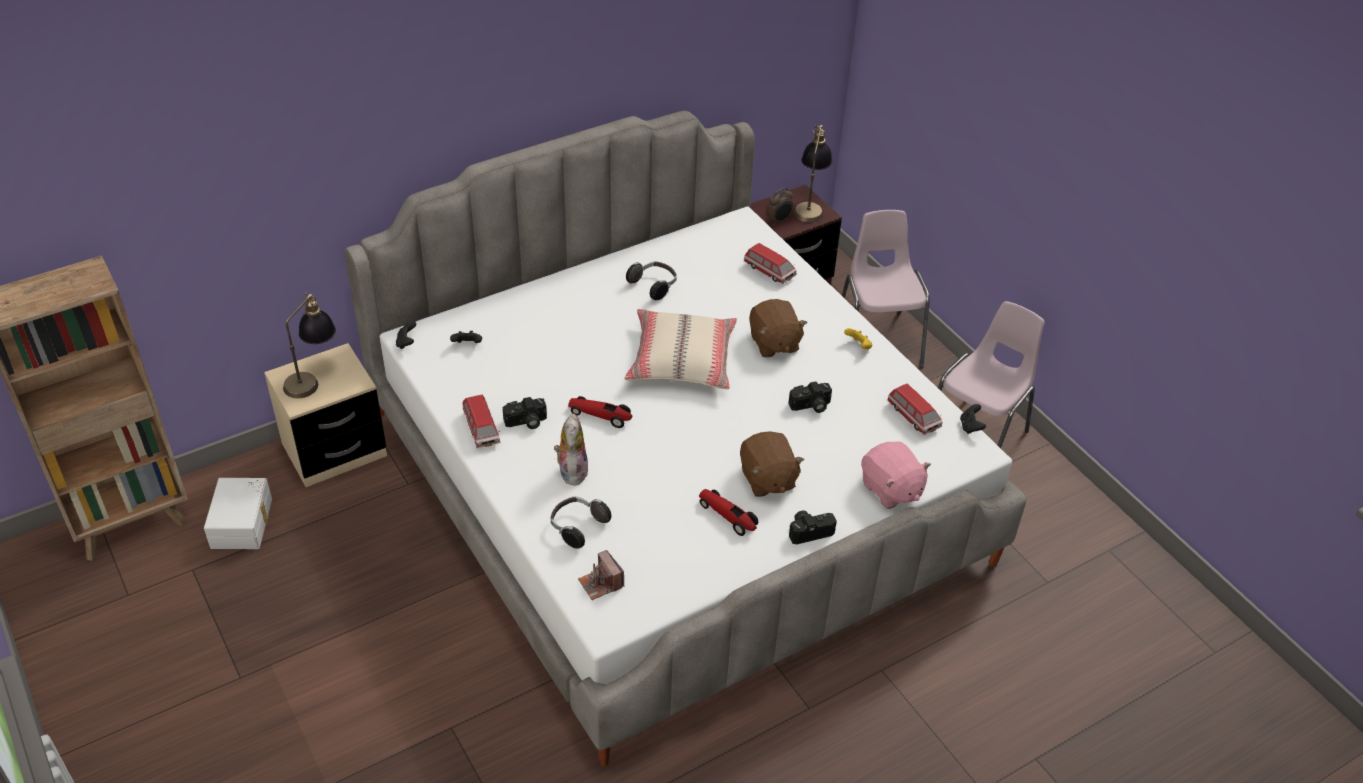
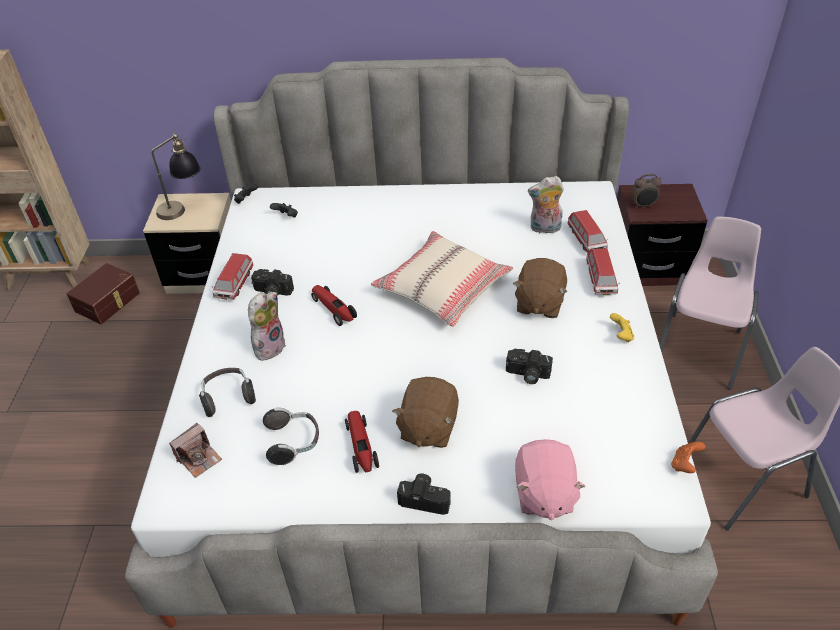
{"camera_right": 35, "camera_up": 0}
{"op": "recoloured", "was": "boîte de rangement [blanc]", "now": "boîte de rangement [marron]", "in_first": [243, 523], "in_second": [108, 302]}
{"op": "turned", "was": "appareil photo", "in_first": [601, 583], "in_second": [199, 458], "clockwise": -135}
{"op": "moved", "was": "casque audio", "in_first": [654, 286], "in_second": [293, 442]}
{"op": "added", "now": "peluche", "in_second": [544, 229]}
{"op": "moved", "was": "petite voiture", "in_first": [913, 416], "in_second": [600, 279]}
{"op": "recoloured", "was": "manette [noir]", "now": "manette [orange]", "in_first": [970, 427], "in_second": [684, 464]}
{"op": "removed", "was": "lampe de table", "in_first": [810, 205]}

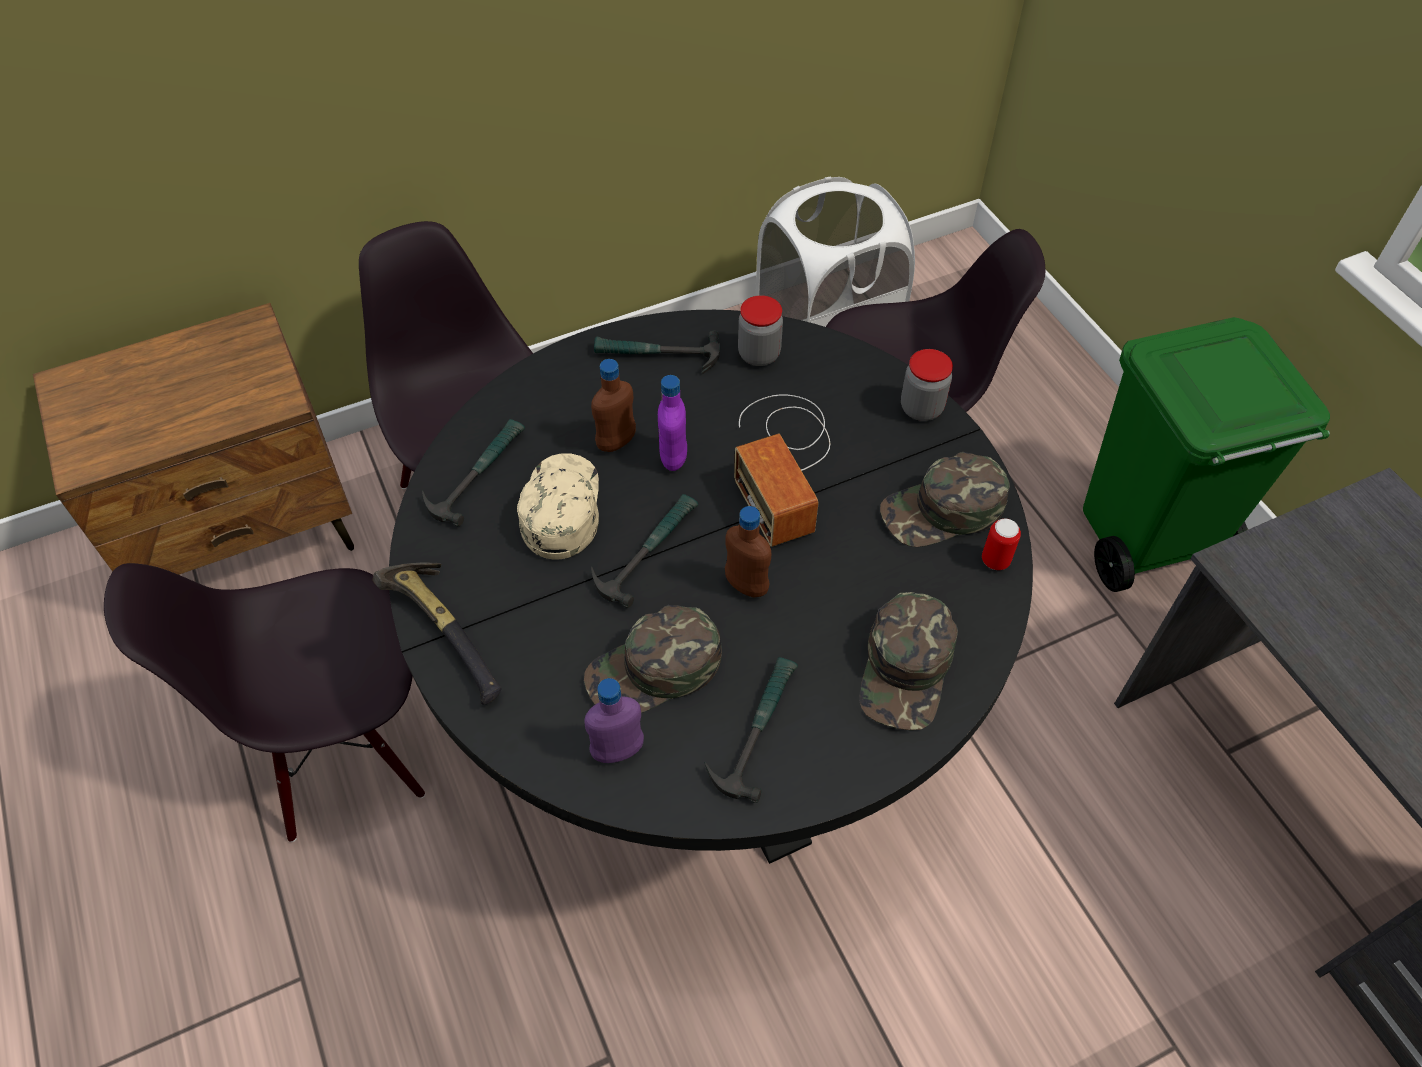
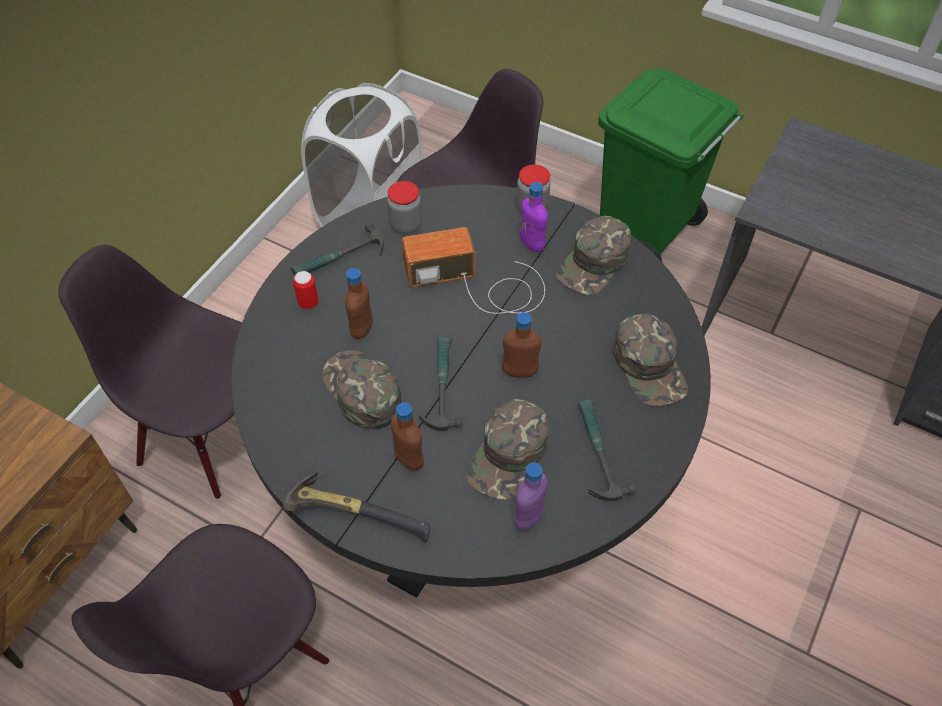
{"camera_right": -35, "camera_up": 0}
{"op": "moved", "was": "boîte métallique", "in_first": [995, 560], "in_second": [308, 302]}
{"op": "recoloured", "was": "casquette [beige]", "now": "casquette [vert]", "in_first": [560, 508], "in_second": [361, 391]}
{"op": "added", "now": "bouteille [marron]", "in_second": [409, 459]}
{"op": "turned", "was": "radio", "in_first": [784, 462], "in_second": [479, 284], "clockwise": 135}
{"op": "moved", "was": "bouteille [violet]", "in_first": [673, 458], "in_second": [532, 244]}
{"op": "removed", "was": "marteau", "in_first": [477, 473]}

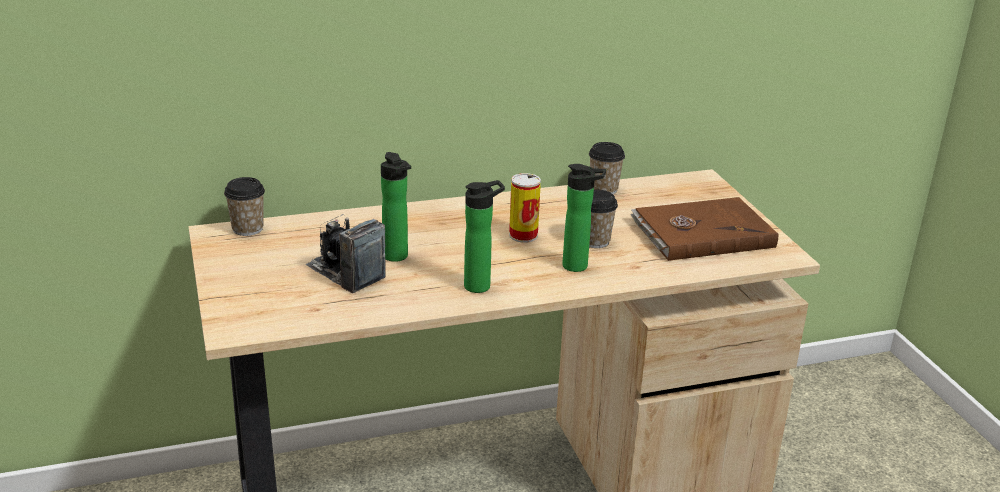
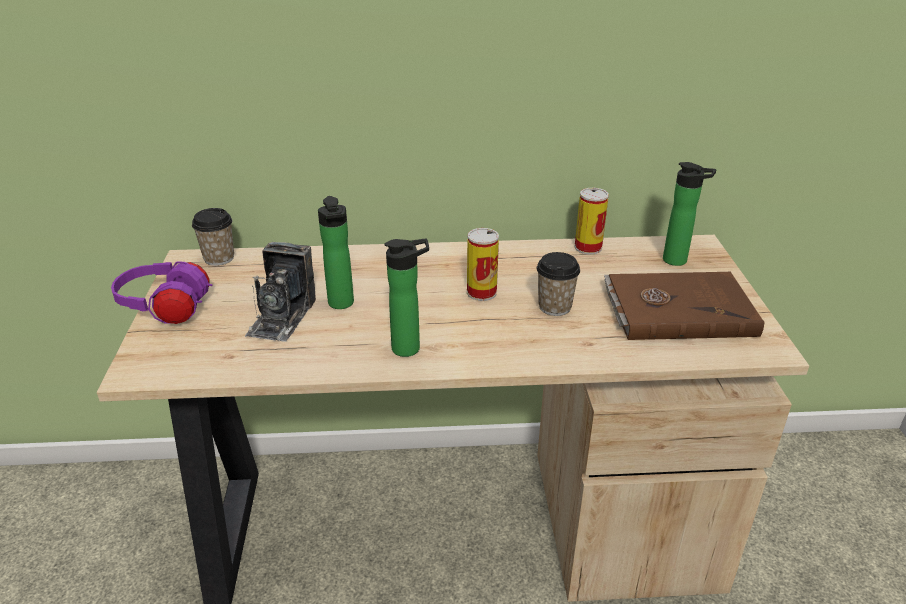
{"camera_right": 15, "camera_up": 5}
{"op": "added", "now": "casque audio [violet]", "in_second": [167, 310]}
{"op": "turned", "was": "appareil photo", "in_first": [346, 273], "in_second": [282, 317], "clockwise": -135}
{"op": "replaced", "was": "tasse", "now": "boîte métallique", "in_first": [603, 189], "in_second": [588, 247]}
{"op": "moved", "was": "bouteille", "in_first": [579, 266], "in_second": [678, 261]}

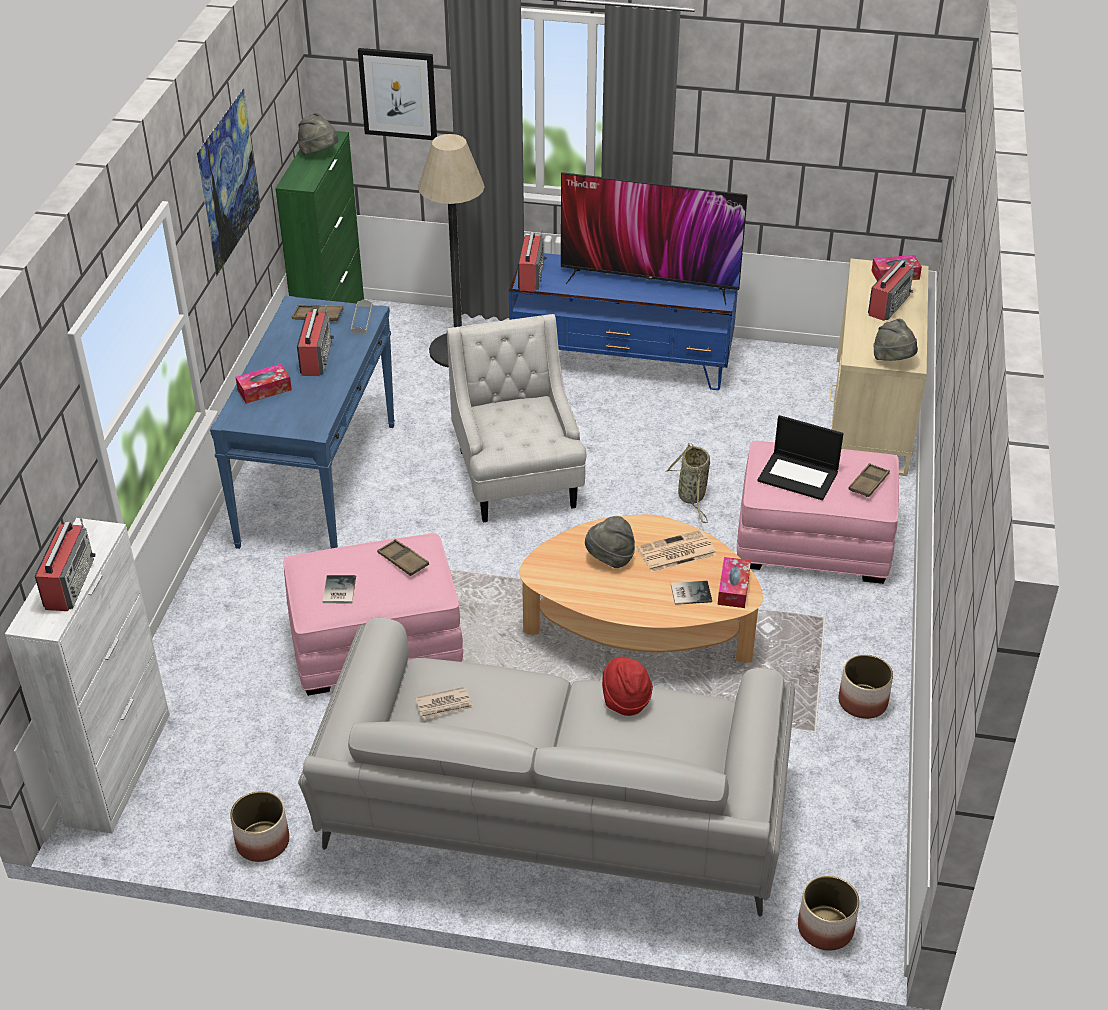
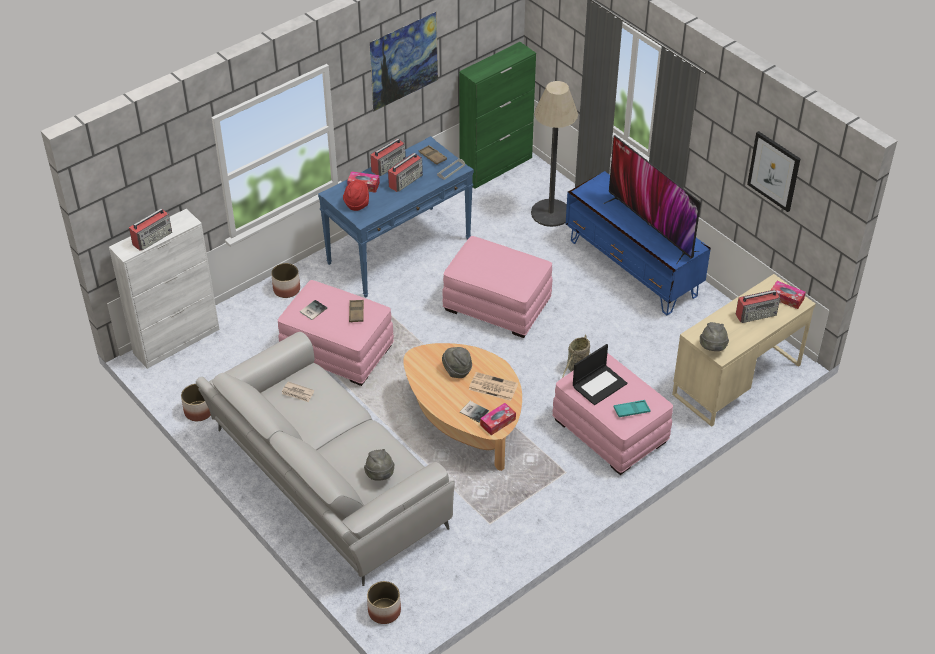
{"camera_right": 40, "camera_up": 5}
{"op": "moved", "was": "cache-pot", "in_first": [863, 702], "in_second": [287, 289]}
{"op": "moved", "was": "chapeau [rouge]", "in_first": [625, 700], "in_second": [357, 203]}
{"op": "moved", "was": "chapeau [gris]", "in_first": [319, 154], "in_second": [380, 475]}
{"op": "moved", "was": "radio", "in_first": [531, 276], "in_second": [389, 165]}
{"op": "replaced", "was": "fauteuil [blanc]", "now": "pouf [rose]", "in_first": [517, 480], "in_second": [497, 305]}
{"op": "turned", "was": "ordinateur portable", "in_first": [799, 476], "in_second": [599, 384], "clockwise": -105}
{"op": "recoloured", "was": "plateau [marron]", "now": "plateau [turquoise]", "in_first": [868, 483], "in_second": [631, 410]}
{"op": "moved", "was": "tableau", "in_first": [398, 93], "in_second": [774, 171]}

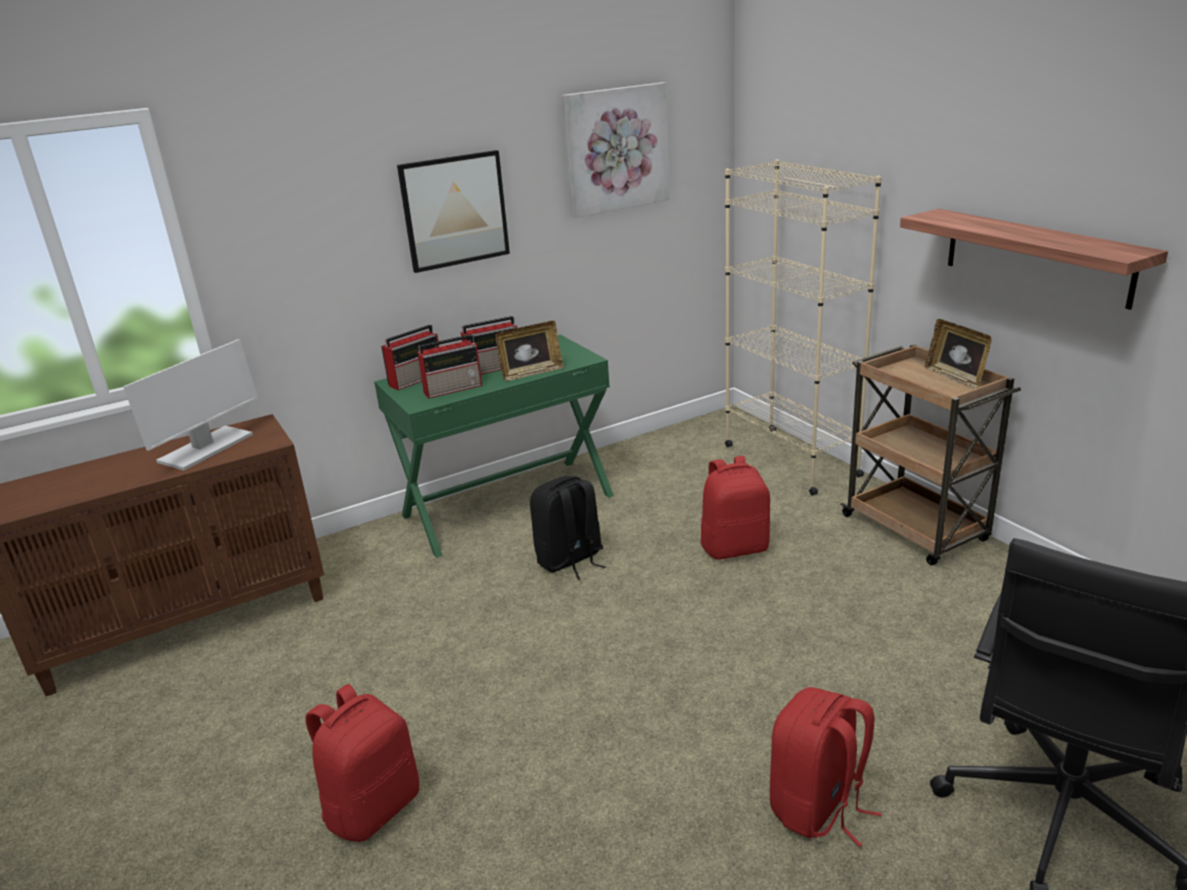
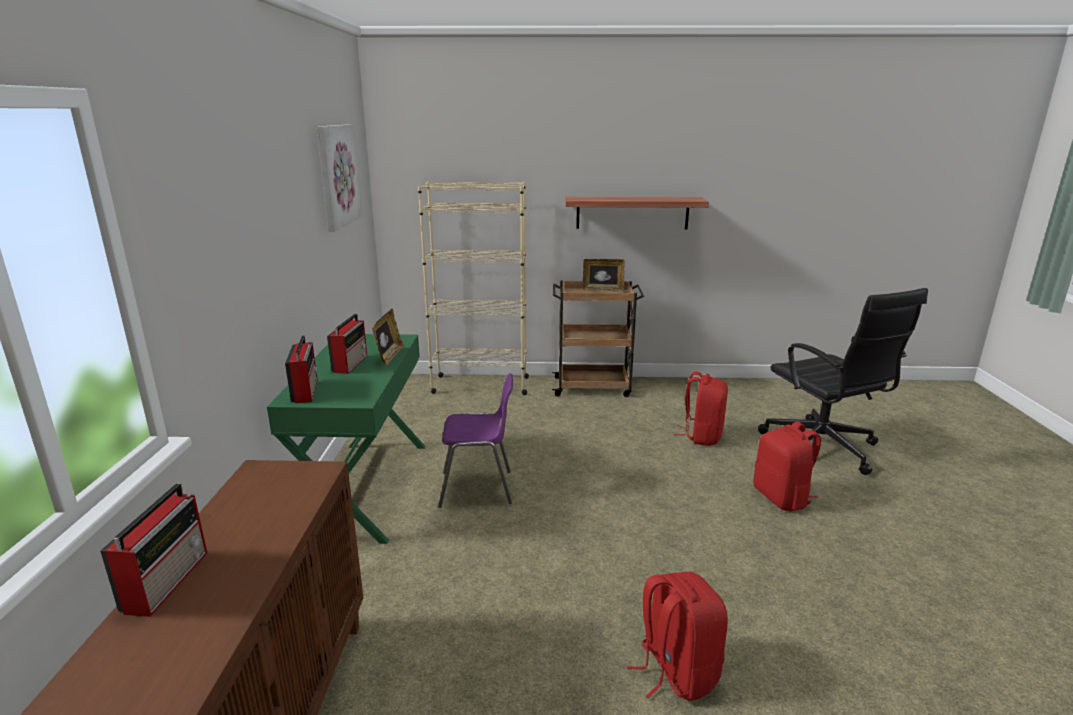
{"camera_right": -60, "camera_up": -5}
{"op": "moved", "was": "radio", "in_first": [454, 388], "in_second": [168, 579]}
{"op": "replaced", "was": "sac à dos [noir]", "now": "chaise [violet]", "in_first": [570, 560], "in_second": [478, 488]}
{"op": "moved", "was": "sac à dos [rouge]", "in_first": [735, 547], "in_second": [701, 436]}
{"op": "removed", "was": "écran d'ordinateur", "in_first": [205, 449]}
{"op": "removed", "was": "tableau", "in_first": [454, 211]}

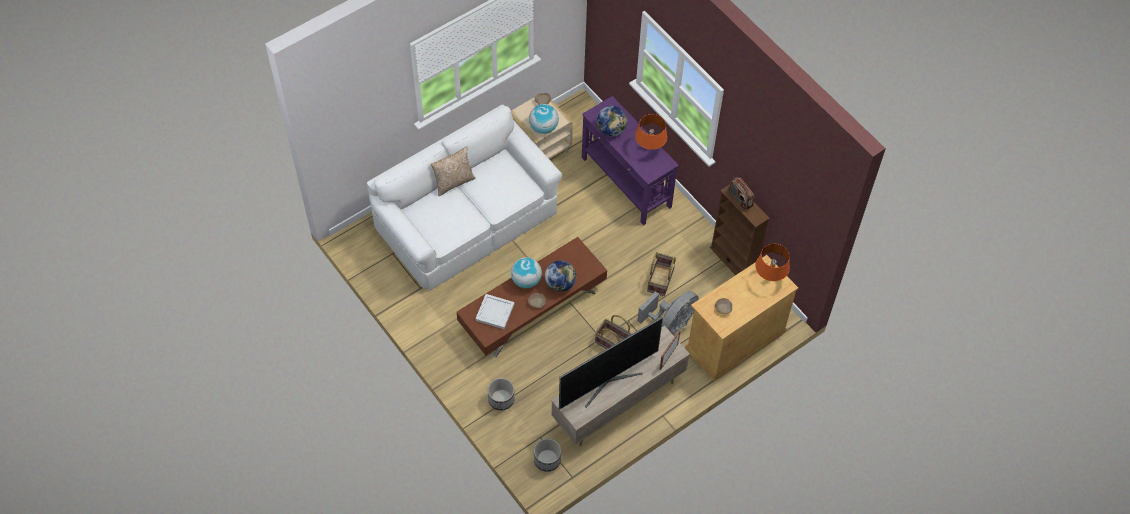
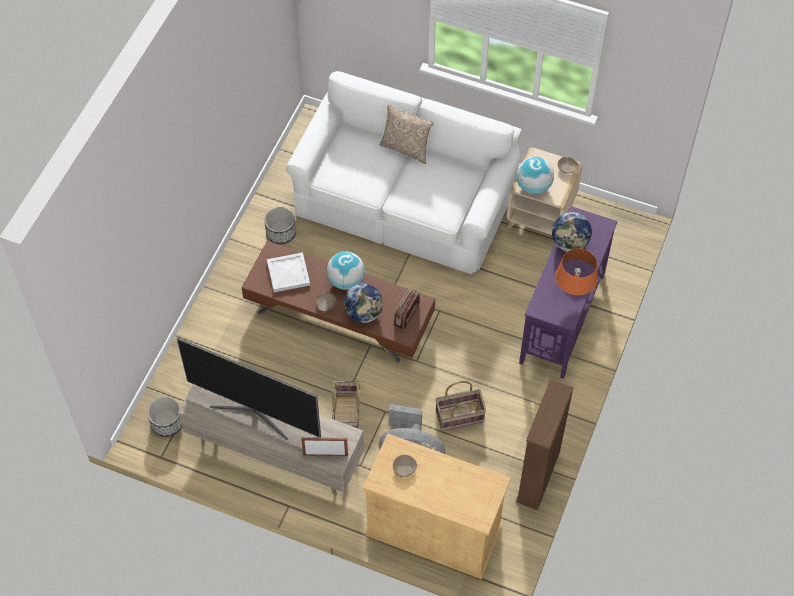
{"camera_right": 60, "camera_up": 0}
{"op": "moved", "was": "cache-pot", "in_first": [501, 399], "in_second": [281, 233]}
{"op": "moved", "was": "radio", "in_first": [740, 199], "in_second": [406, 315]}
{"op": "removed", "was": "lampe de table [orange]", "in_first": [769, 278]}

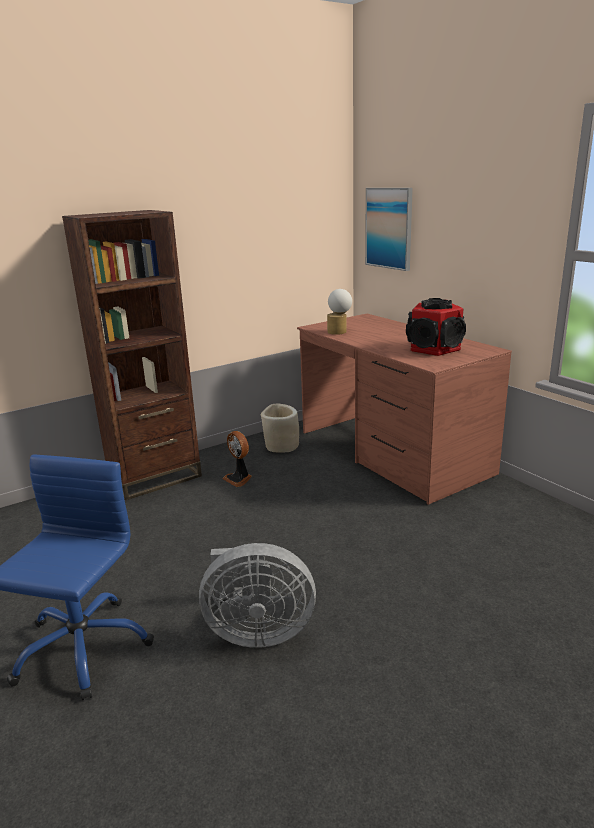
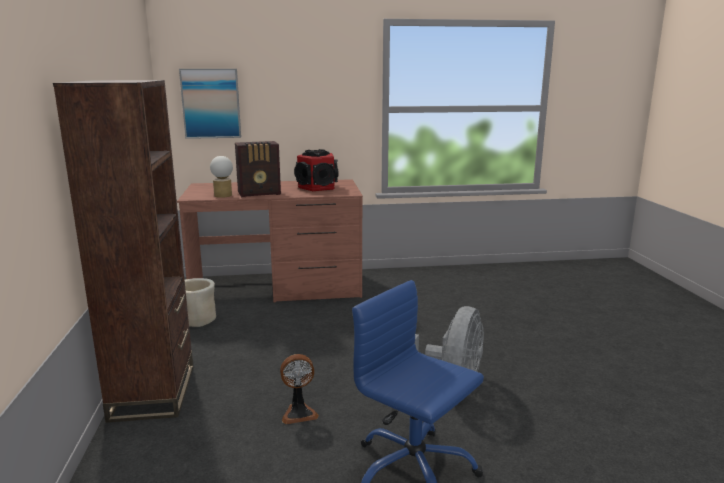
{"camera_right": -65, "camera_up": -5}
{"op": "added", "now": "radio", "in_second": [260, 193]}
{"op": "moved", "was": "ventilateur", "in_first": [239, 479], "in_second": [299, 413]}

